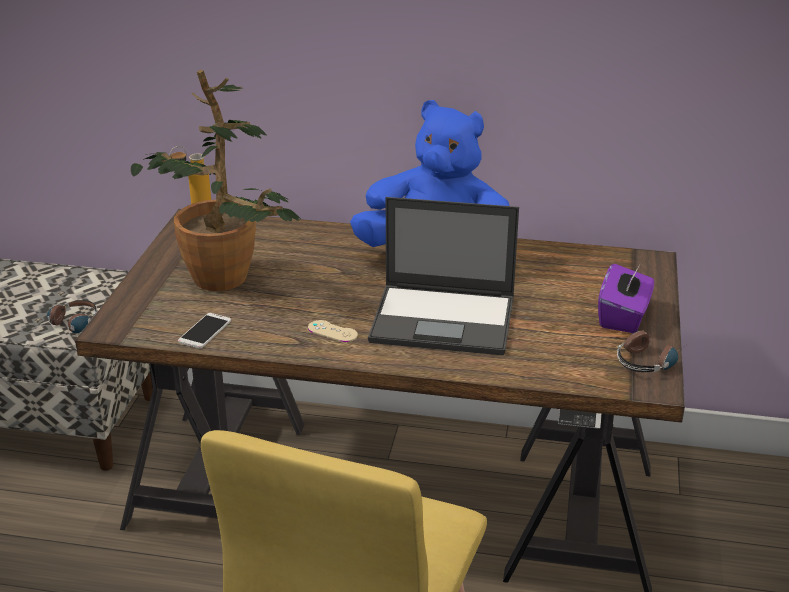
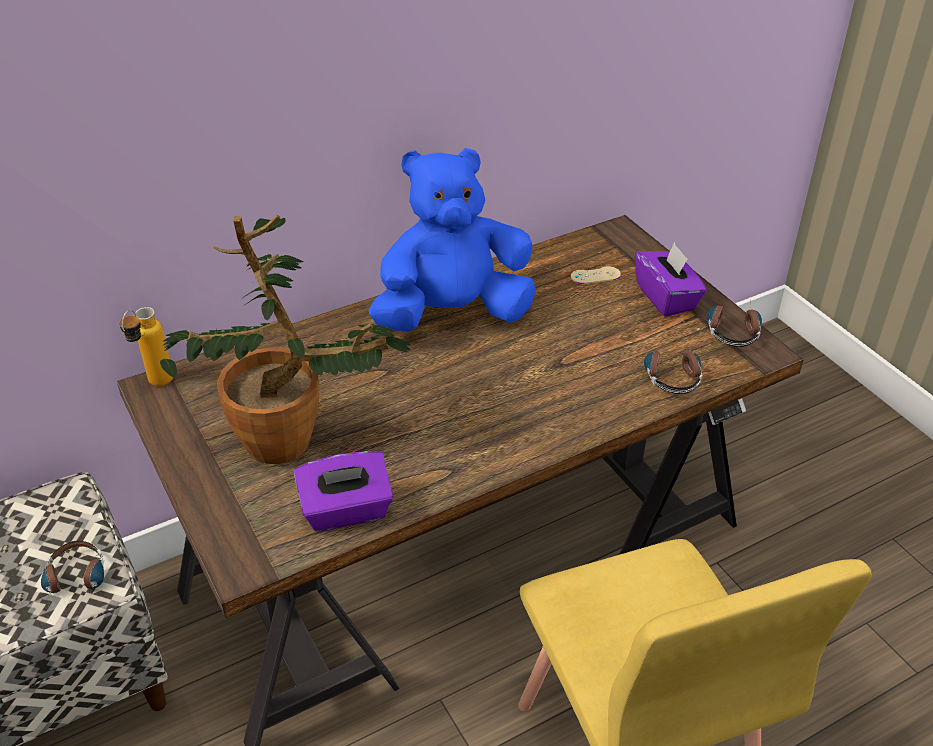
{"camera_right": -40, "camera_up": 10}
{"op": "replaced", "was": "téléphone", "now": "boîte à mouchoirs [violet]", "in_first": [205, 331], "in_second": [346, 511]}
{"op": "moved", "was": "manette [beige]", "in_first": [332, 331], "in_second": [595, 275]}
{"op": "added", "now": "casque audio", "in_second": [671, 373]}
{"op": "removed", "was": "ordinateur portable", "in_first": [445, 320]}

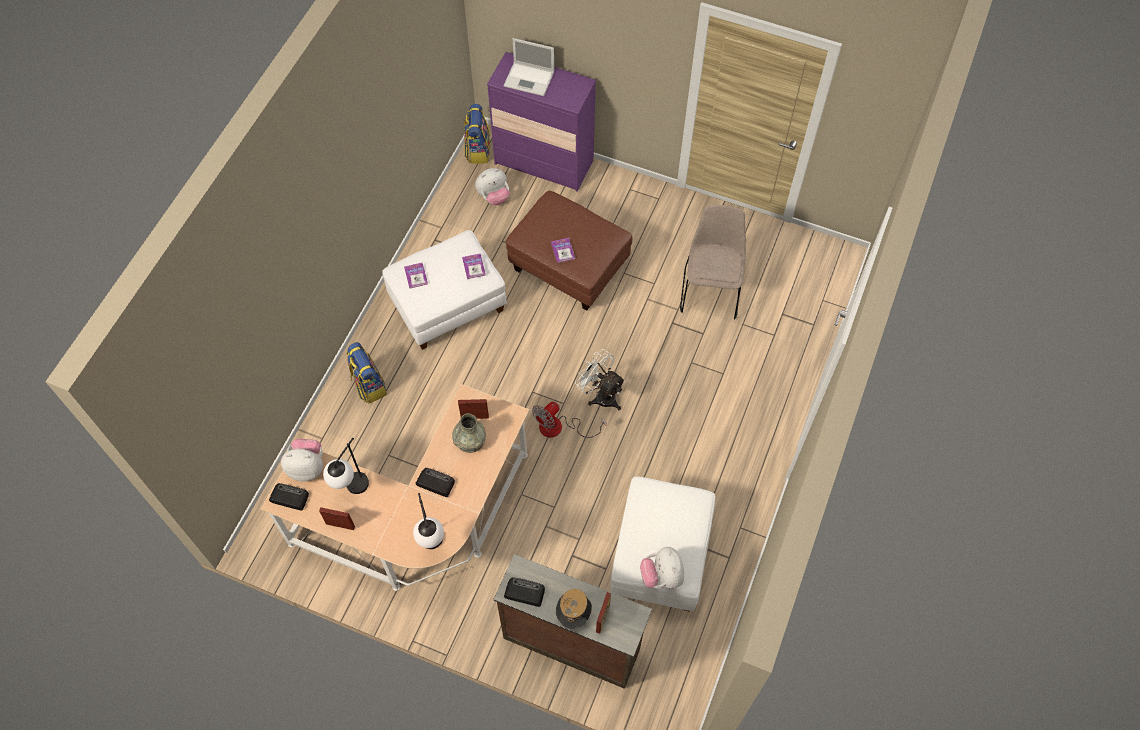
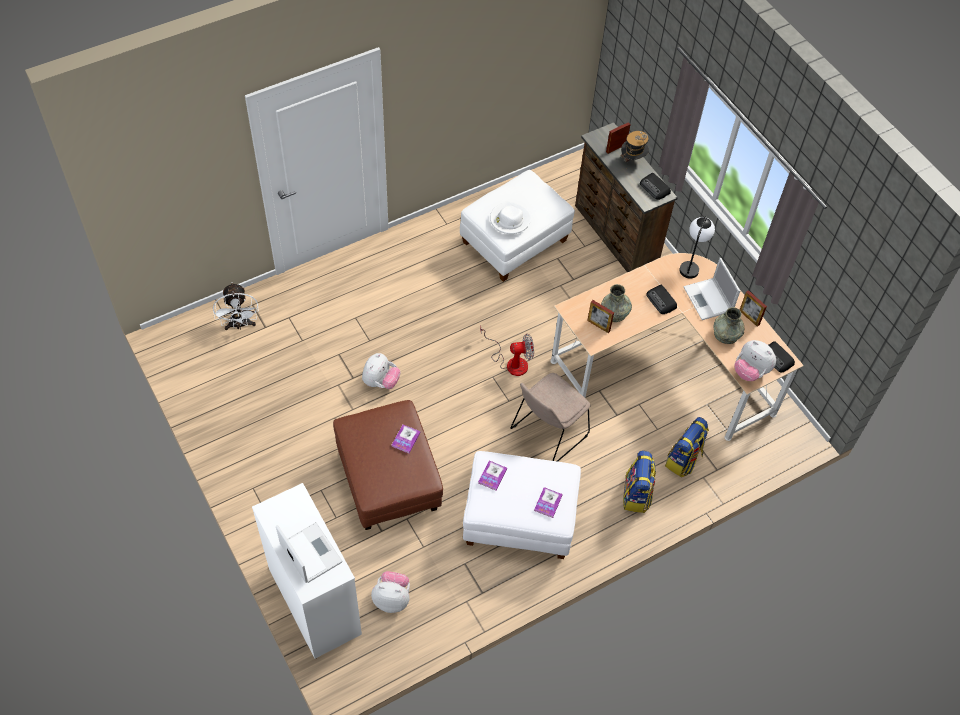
{"camera_right": -145, "camera_up": -5}
{"op": "moved", "was": "ventilateur [blanc]", "in_first": [601, 395], "in_second": [240, 325]}
{"op": "recoloured", "was": "commode [violet]", "now": "commode [blanc]", "in_first": [544, 162], "in_second": [315, 601]}
{"op": "moved", "was": "peluche", "in_first": [662, 576], "in_second": [380, 382]}
{"op": "added", "now": "chapeau [blanc]", "in_second": [509, 220]}
{"op": "moved", "was": "chaise [beige]", "in_first": [710, 291], "in_second": [547, 433]}
{"op": "moved", "was": "sac à dos", "in_first": [477, 150], "in_second": [683, 460]}
{"op": "added", "now": "ordinateur portable", "in_second": [708, 300]}
{"op": "replaced", "was": "lampe de table", "now": "vase [gris]", "in_first": [352, 491], "in_second": [726, 334]}

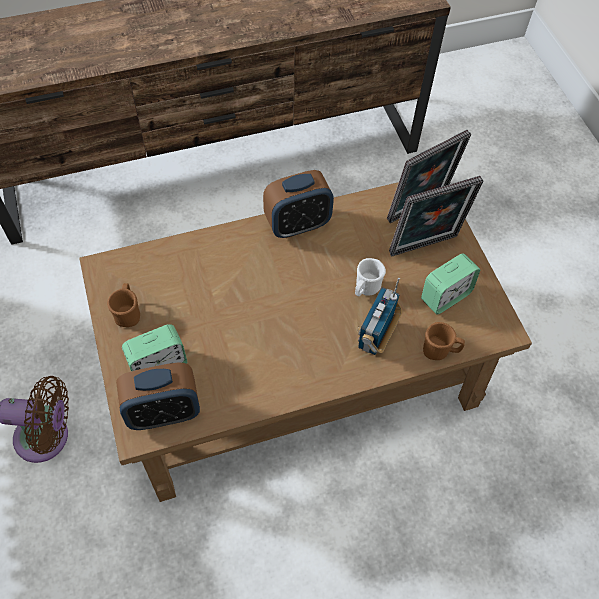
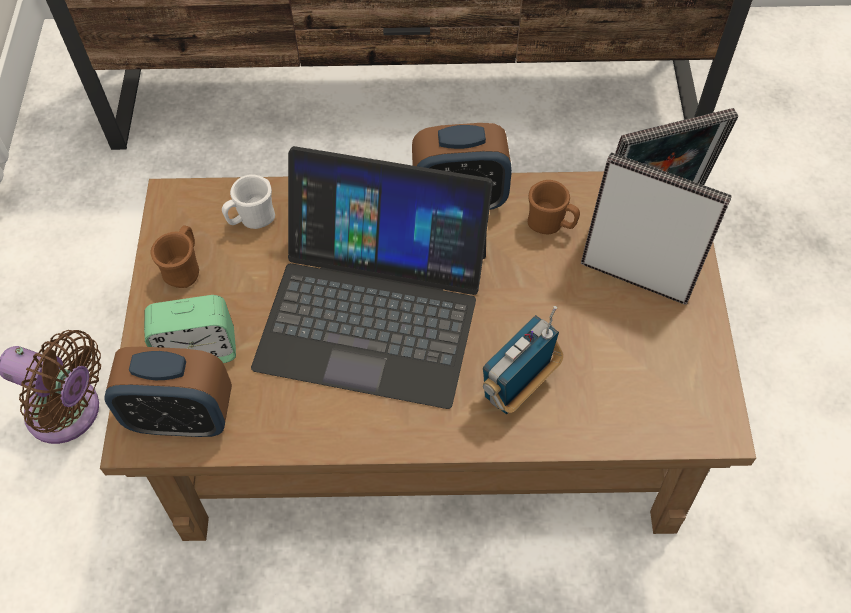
{"camera_right": 20, "camera_up": 0}
{"op": "moved", "was": "mug [blanc]", "in_first": [365, 289], "in_second": [252, 219]}
{"op": "added", "now": "ordinateur portable", "in_second": [373, 307]}
{"op": "moved", "was": "mug [marron]", "in_first": [439, 351], "in_second": [550, 224]}
{"op": "turned", "was": "cadre photo", "in_first": [425, 247], "in_second": [636, 275], "clockwise": -150}
{"op": "removed", "was": "réveil", "in_first": [445, 296]}

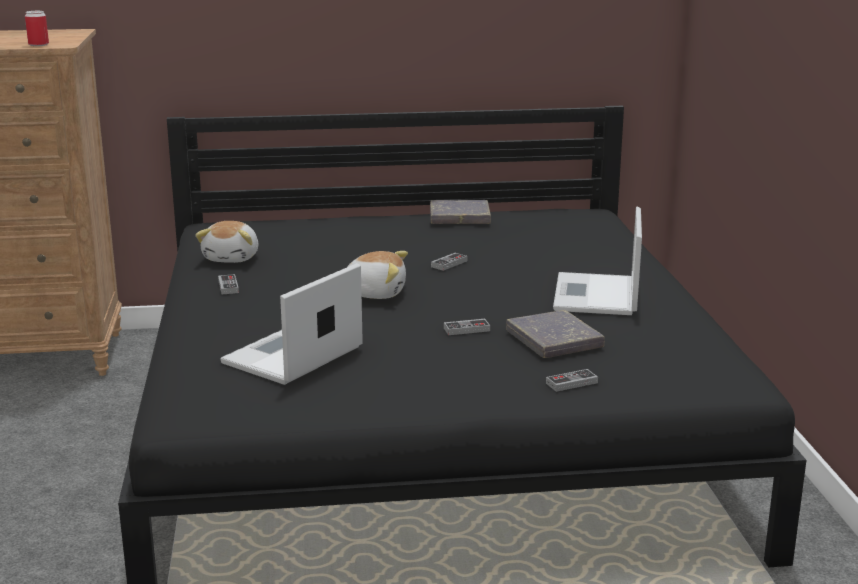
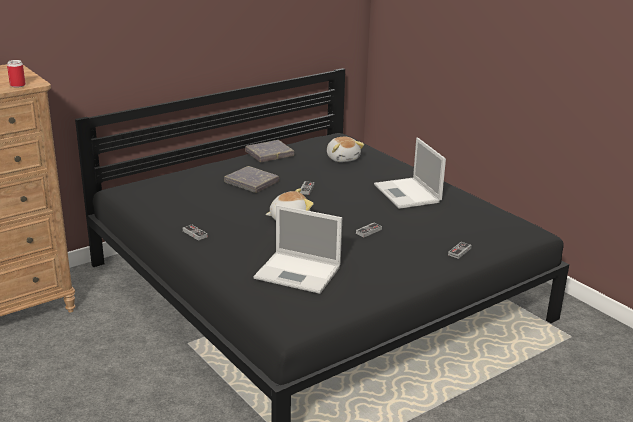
{"camera_right": -30, "camera_up": 5}
{"op": "moved", "was": "livre [gris]", "in_first": [554, 340], "in_second": [251, 182]}
{"op": "turned", "was": "ordinateur portable", "in_first": [291, 356], "in_second": [299, 273], "clockwise": -75}
{"op": "moved", "was": "peluche", "in_first": [232, 258], "in_second": [343, 158]}

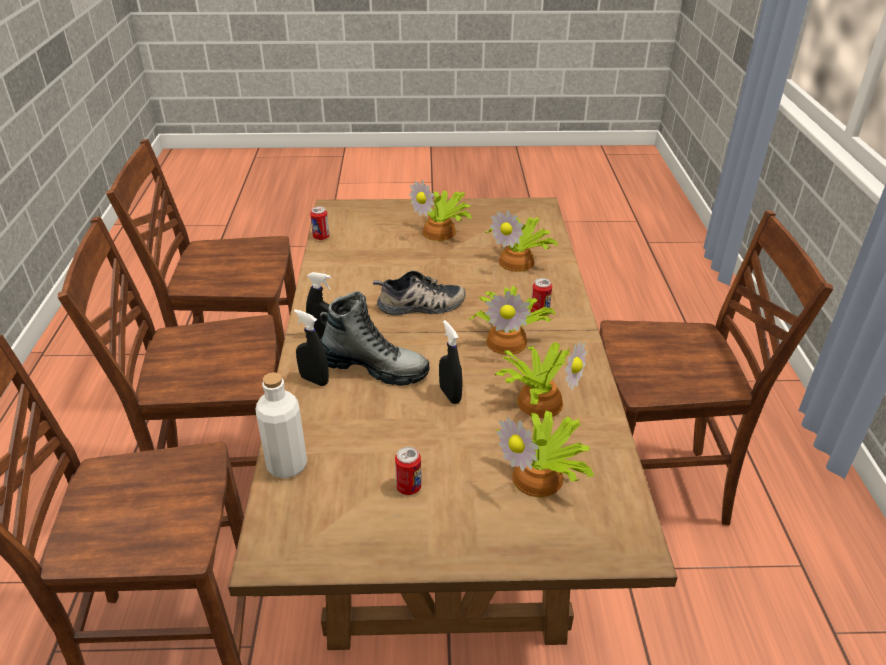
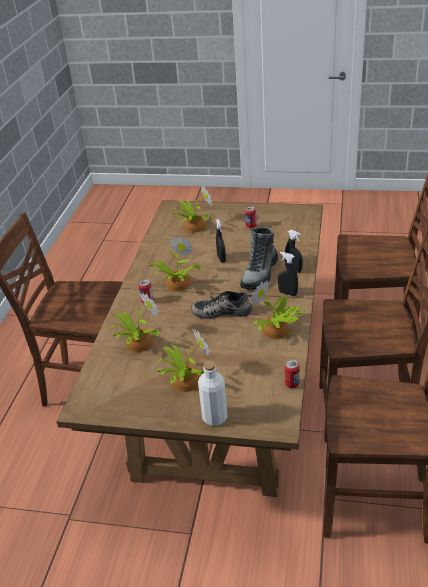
{"camera_right": -165, "camera_up": 0}
{"op": "moved", "was": "bouteille [blanc]", "in_first": [287, 465], "in_second": [214, 417]}
{"op": "turned", "was": "botte", "in_first": [373, 368], "in_second": [260, 274], "clockwise": -90}
{"op": "moved", "was": "plante en pot", "in_first": [538, 400], "in_second": [276, 331]}

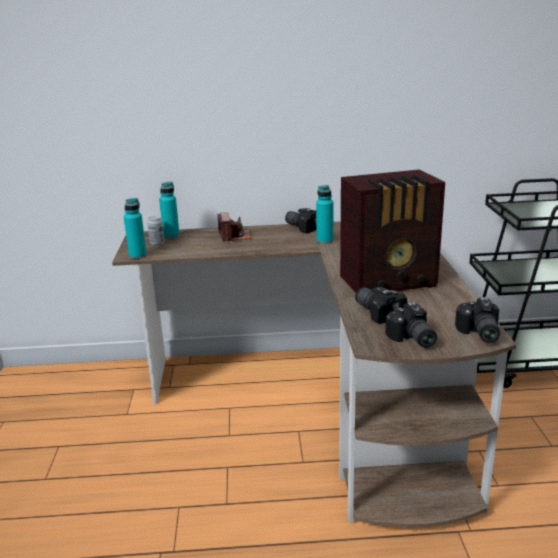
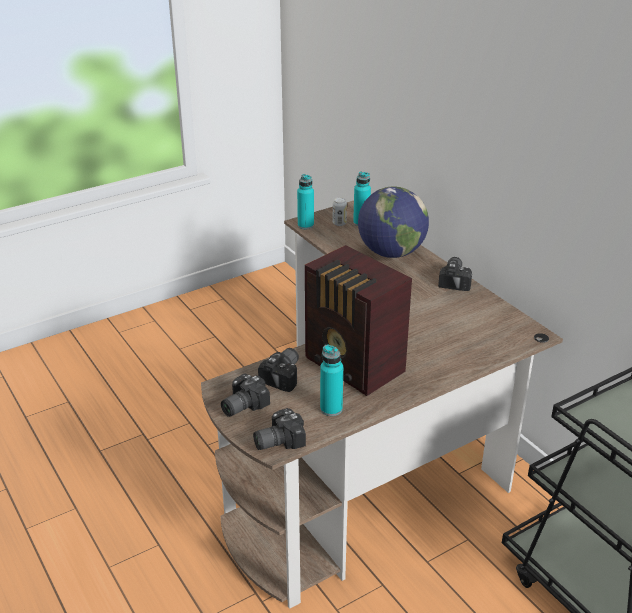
{"camera_right": 60, "camera_up": 10}
{"op": "moved", "was": "bouteille [turquoise]", "in_first": [324, 241], "in_second": [331, 409]}
{"op": "replaced", "was": "appareil photo", "now": "globe", "in_first": [234, 237], "in_second": [391, 253]}

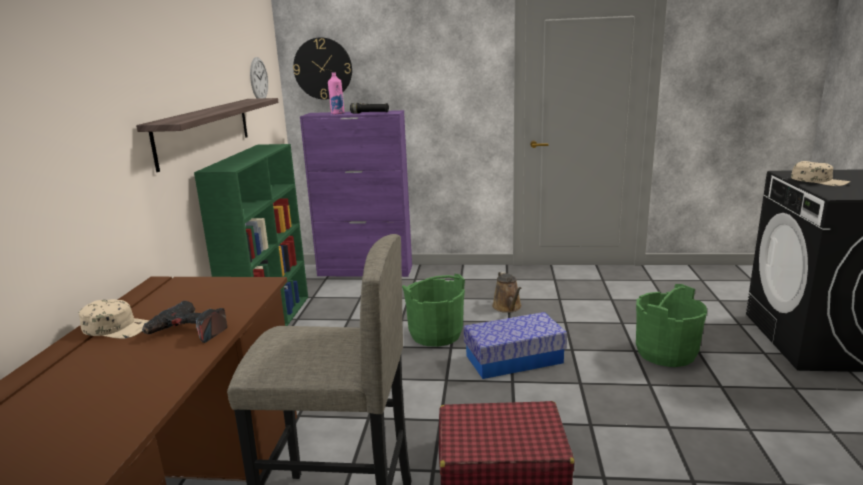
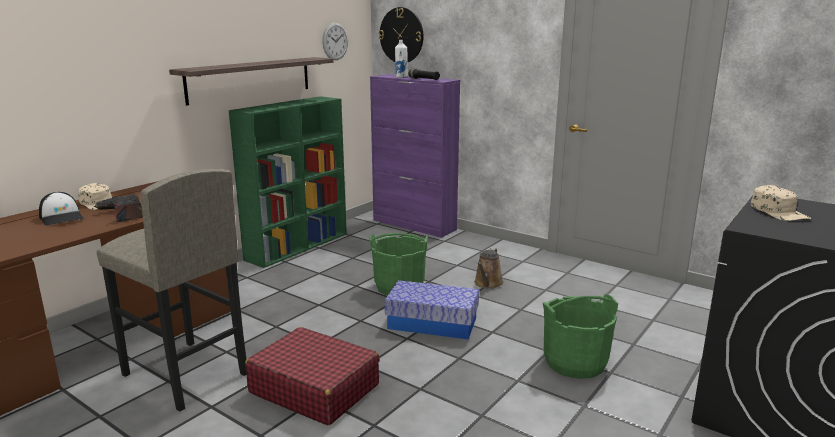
{"camera_right": 30, "camera_up": 0}
{"op": "added", "now": "casquette", "in_second": [62, 217]}
{"op": "recoloured", "was": "bouteille [rose]", "now": "bouteille [blanc]", "in_first": [337, 113], "in_second": [401, 77]}

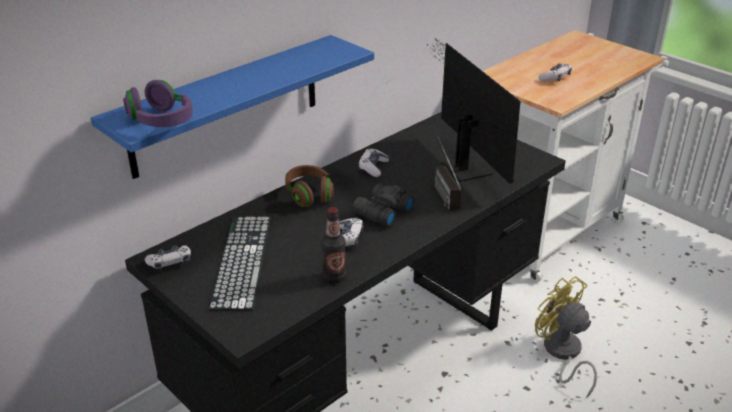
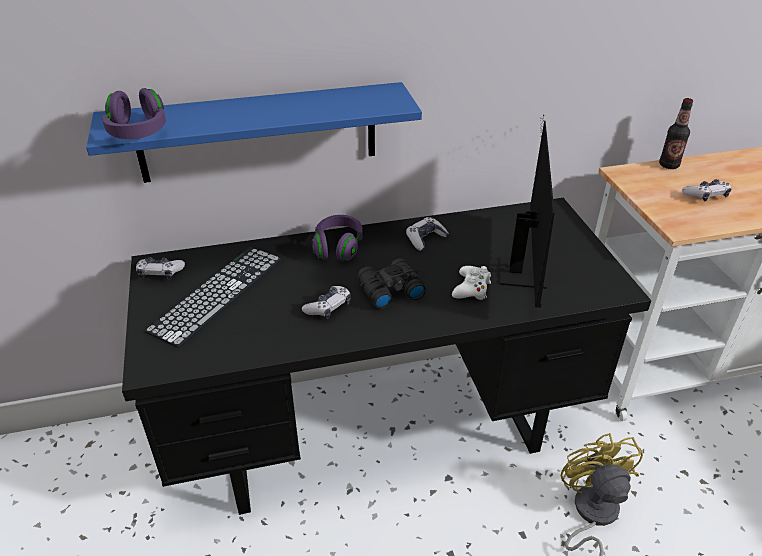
{"camera_right": 30, "camera_up": 5}
{"op": "recoloured", "was": "casque audio [marron]", "now": "casque audio [violet]", "in_first": [309, 195], "in_second": [338, 247]}
{"op": "replaced", "was": "radio", "now": "manette [blanc]", "in_first": [441, 191], "in_second": [471, 288]}
{"op": "moved", "was": "bouteille", "in_first": [334, 277], "in_second": [668, 165]}

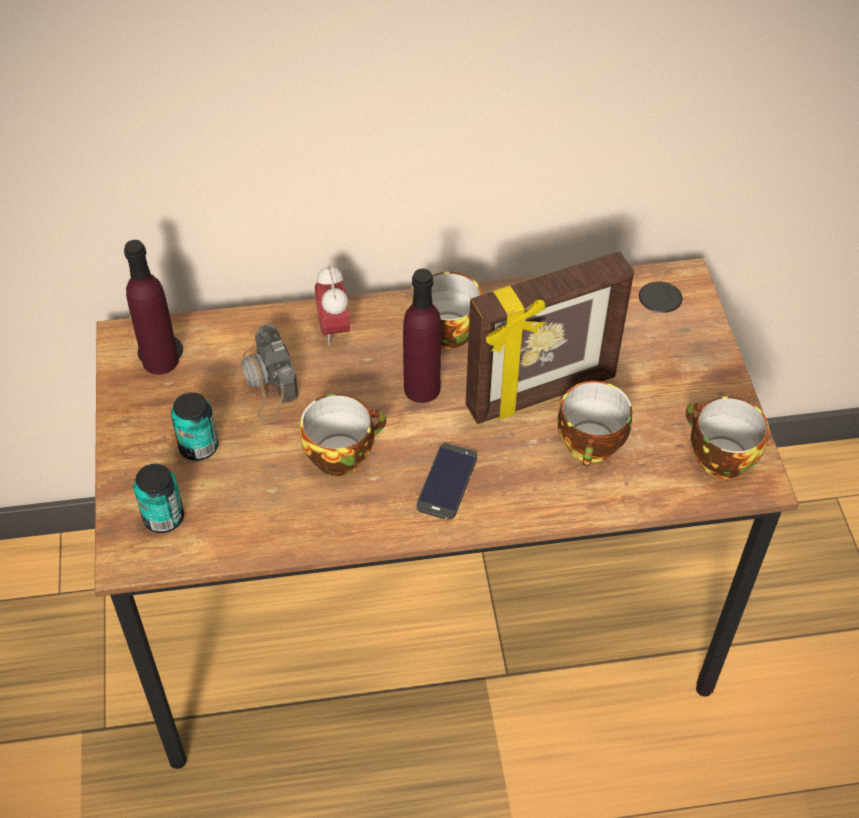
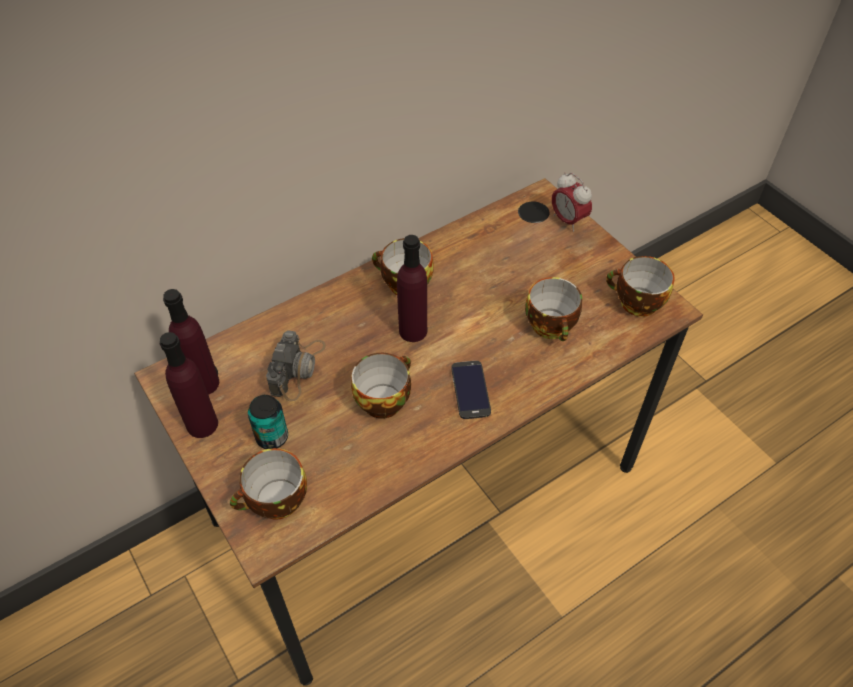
{"camera_right": -25, "camera_up": 0}
{"op": "added", "now": "bouteille [violet]", "in_second": [202, 424]}
{"op": "replaced", "was": "boîte métallique", "now": "tasse", "in_first": [164, 518], "in_second": [276, 502]}
{"op": "turned", "was": "appareil photo", "in_first": [268, 382], "in_second": [298, 368], "clockwise": -120}
{"op": "moved", "was": "réveil", "in_first": [334, 329], "in_second": [568, 221]}
{"op": "removed", "was": "cadre photo", "in_first": [542, 394]}

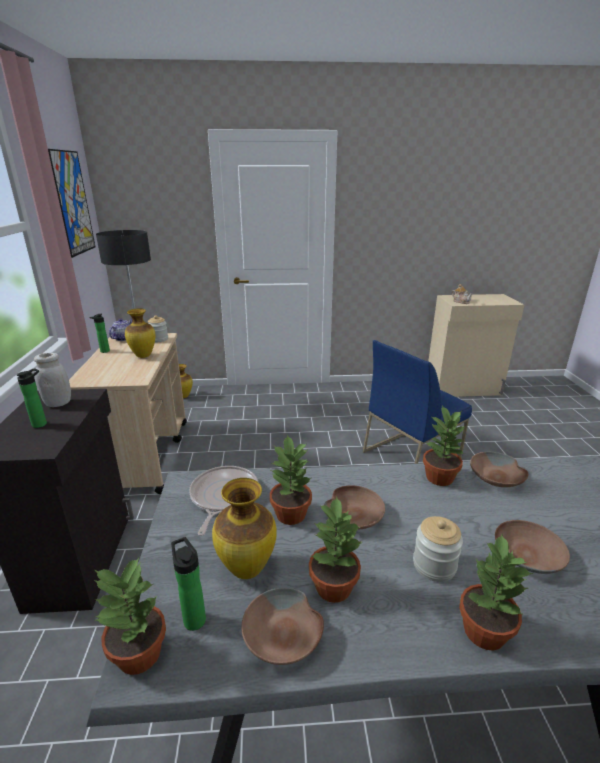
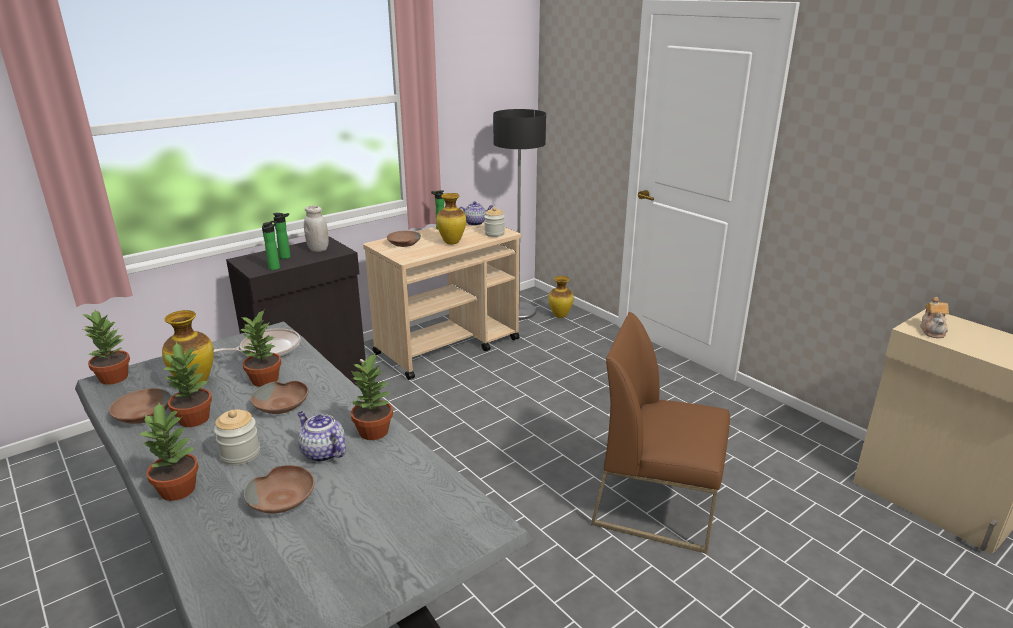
{"camera_right": 55, "camera_up": 0}
{"op": "moved", "was": "bouteille", "in_first": [193, 618], "in_second": [275, 267]}
{"op": "added", "now": "théière", "in_second": [322, 452]}
{"op": "moved", "was": "bol [marron]", "in_first": [496, 477], "in_second": [403, 243]}
{"op": "recoloured", "was": "chaise [bleu]", "now": "chaise [marron]", "in_first": [411, 455], "in_second": [657, 504]}
{"op": "removed", "was": "tableau", "in_first": [72, 203]}

